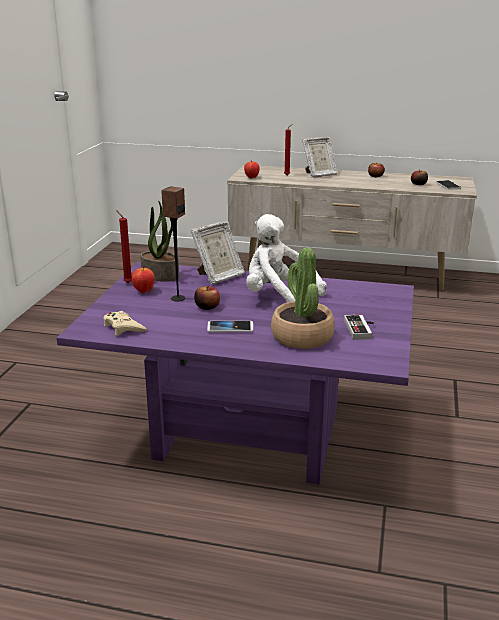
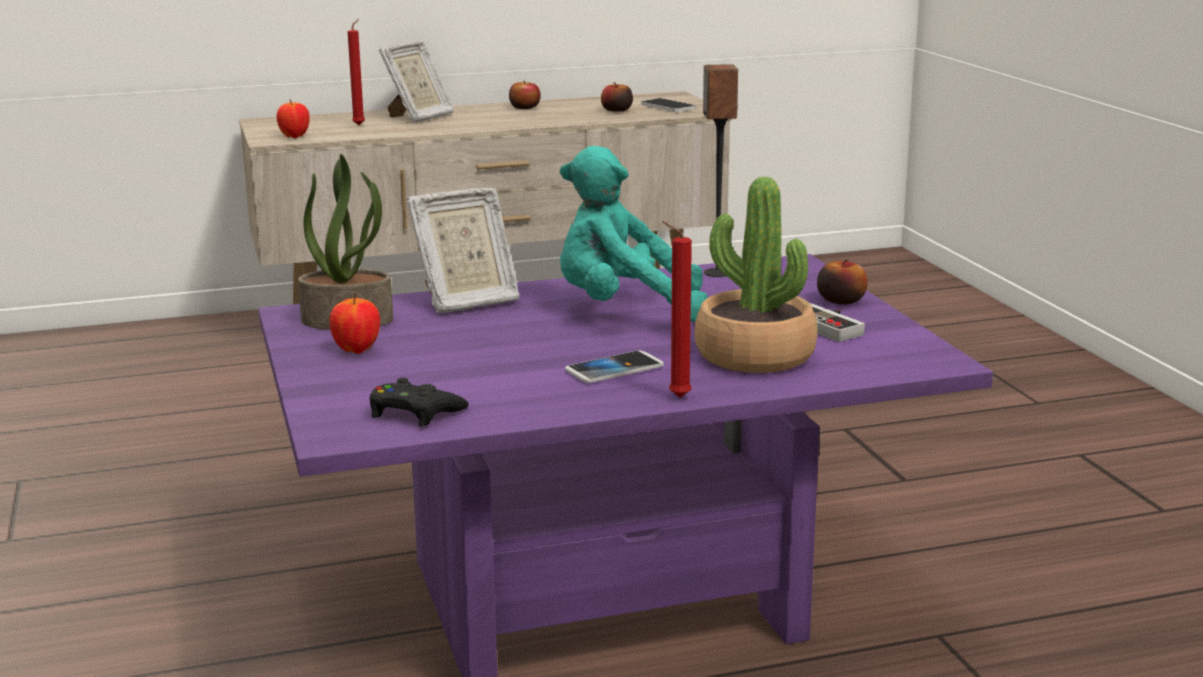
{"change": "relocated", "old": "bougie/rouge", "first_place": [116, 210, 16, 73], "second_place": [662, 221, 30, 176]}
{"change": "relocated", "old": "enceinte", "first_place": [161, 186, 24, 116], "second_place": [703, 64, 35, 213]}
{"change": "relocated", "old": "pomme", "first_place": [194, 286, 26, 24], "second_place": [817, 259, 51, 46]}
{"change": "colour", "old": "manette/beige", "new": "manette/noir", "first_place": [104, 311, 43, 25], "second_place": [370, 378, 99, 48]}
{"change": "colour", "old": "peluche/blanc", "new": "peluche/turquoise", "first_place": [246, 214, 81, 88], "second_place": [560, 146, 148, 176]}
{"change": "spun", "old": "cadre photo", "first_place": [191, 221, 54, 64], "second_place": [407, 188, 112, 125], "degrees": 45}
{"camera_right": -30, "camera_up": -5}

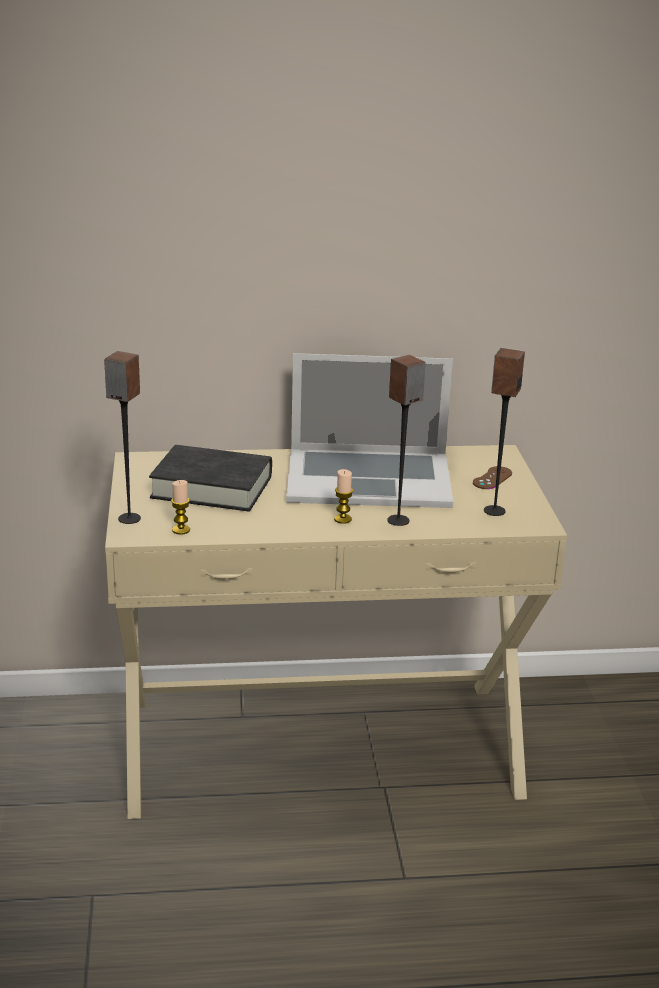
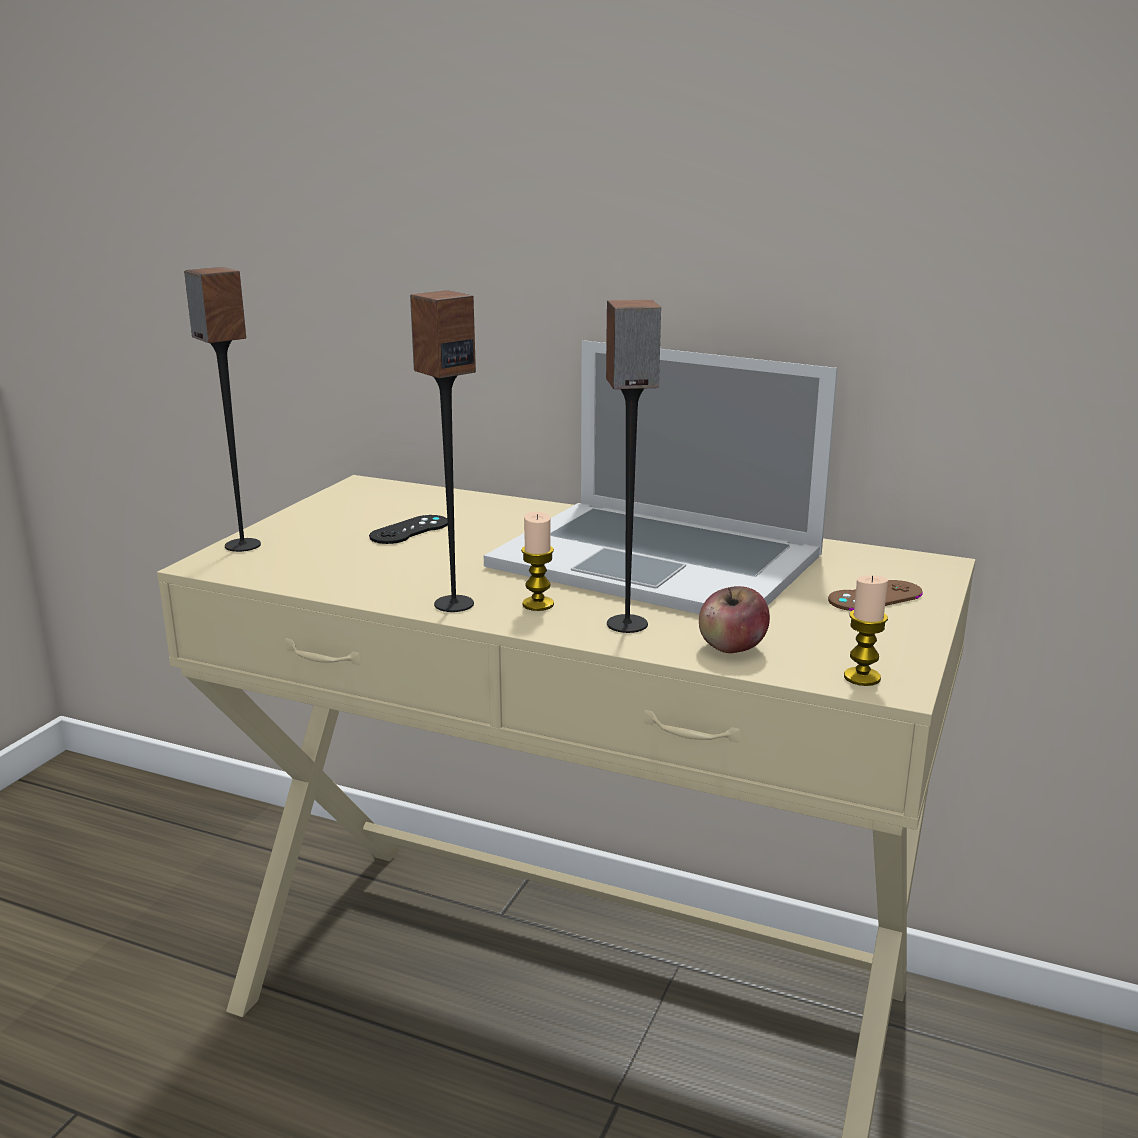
{"change": "appeared", "new": "pomme", "second_place": [699, 586, 71, 67]}
{"change": "relocated", "old": "bougie", "first_place": [171, 480, 19, 55], "second_place": [844, 575, 44, 111]}
{"change": "relocated", "old": "enceinte", "first_place": [484, 348, 41, 168], "second_place": [410, 290, 66, 322]}
{"change": "exchanged", "old": "livre/noir", "new": "manette/noir", "first_place": [149, 445, 123, 67], "second_place": [369, 515, 79, 29]}
{"camera_right": 30, "camera_up": -5}

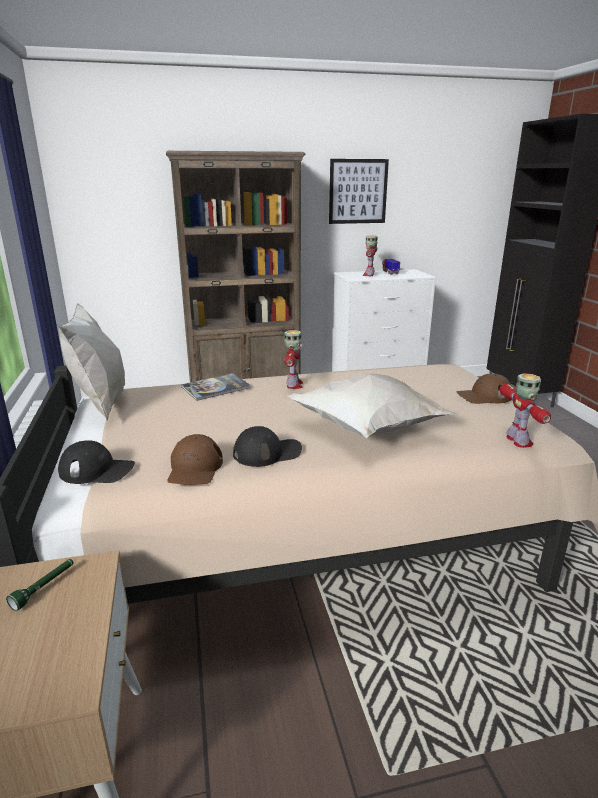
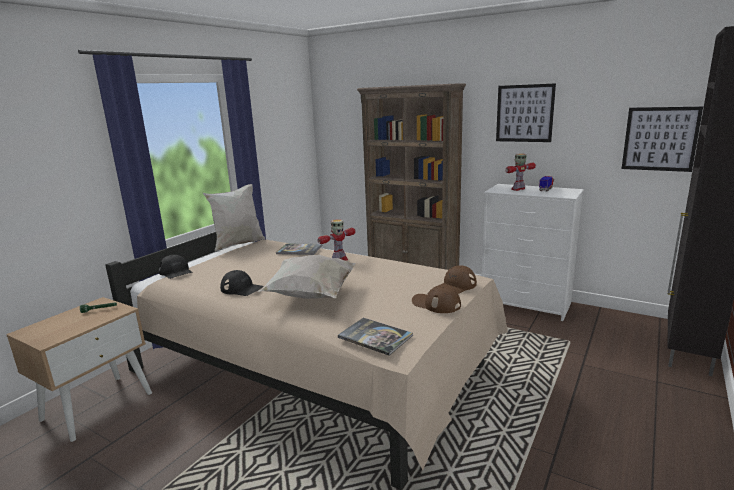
{"change": "appeared", "new": "tableau", "second_place": [622, 107, 81, 65]}
{"change": "relocated", "old": "casquette/marron", "first_place": [167, 434, 56, 50], "second_place": [440, 265, 37, 29]}
{"change": "exchanged", "old": "robot jouet", "new": "livre", "first_place": [500, 373, 51, 75], "second_place": [338, 318, 75, 38]}
{"camera_right": 45, "camera_up": -5}

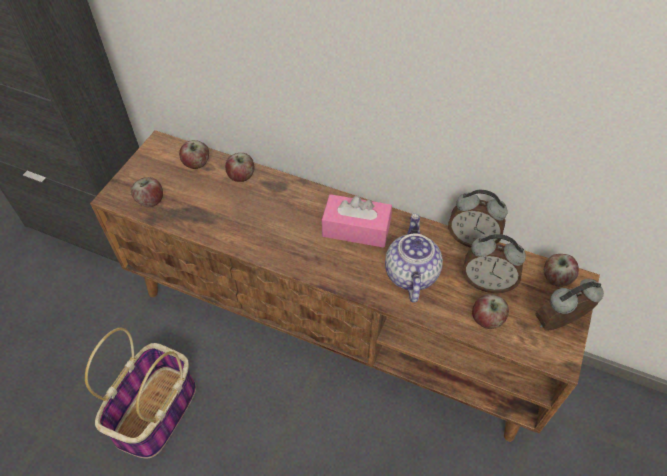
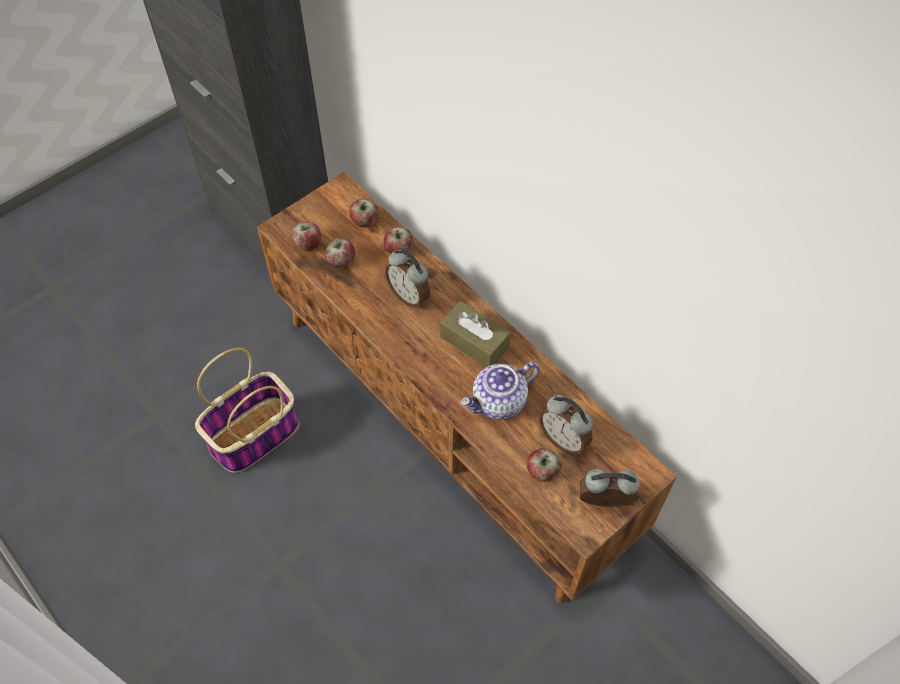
{"change": "relocated", "old": "réveil", "first_place": [448, 190, 60, 58], "second_place": [385, 250, 45, 58]}
{"change": "relocated", "old": "pomme", "first_place": [544, 254, 35, 33], "second_place": [325, 238, 30, 29]}
{"change": "colour", "old": "boîte à mouchoirs/rose", "new": "boîte à mouchoirs/marron", "first_place": [322, 194, 70, 54], "second_place": [440, 301, 71, 66]}
{"change": "spun", "old": "théière", "first_place": [385, 213, 58, 89], "second_place": [460, 362, 80, 58], "degrees": -150}
{"camera_right": 25, "camera_up": 5}

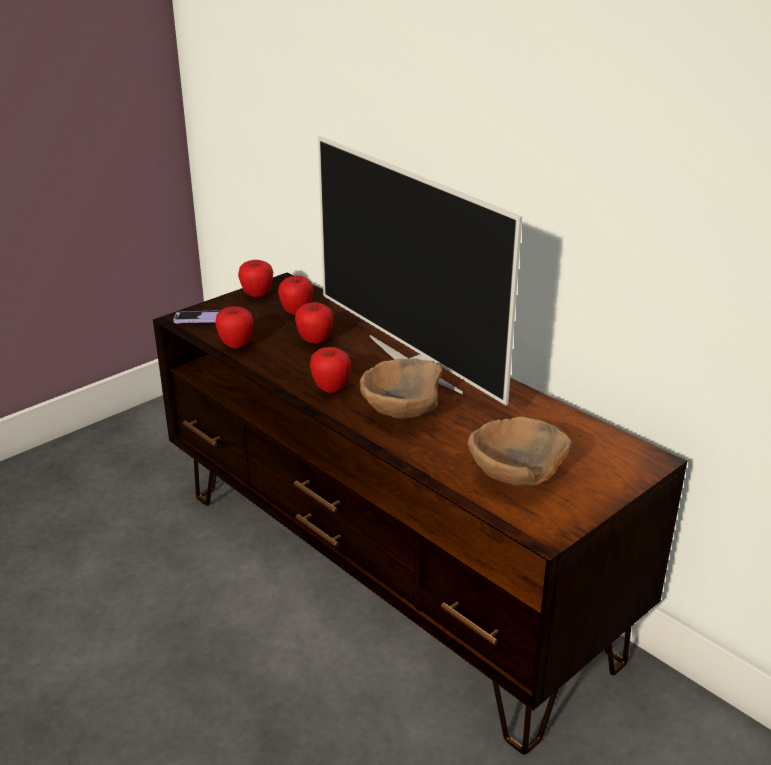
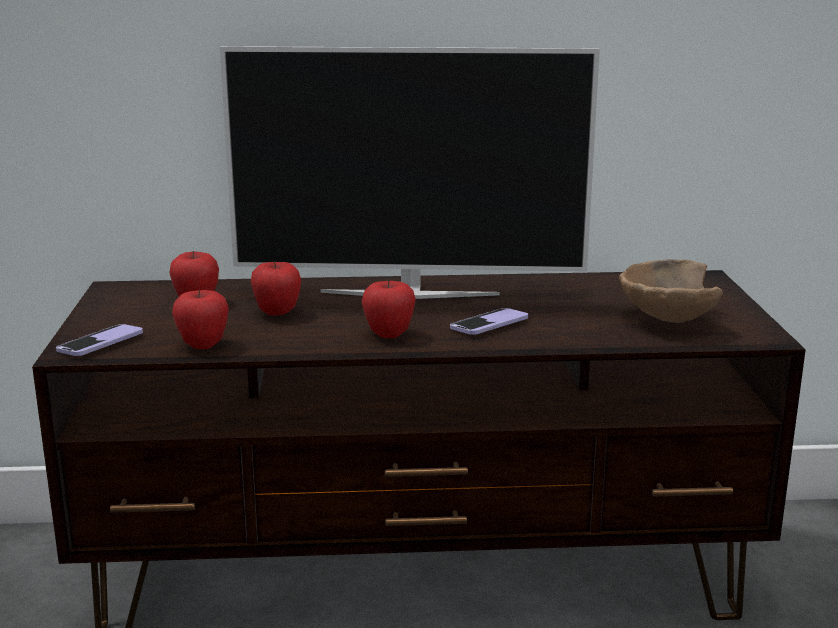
{"change": "missing", "old": "pomme", "first_place": [238, 260, 35, 37]}
{"change": "exchanged", "old": "bol/marron", "new": "téléphone", "first_place": [360, 359, 82, 60], "second_place": [450, 308, 78, 27]}
{"camera_right": -50, "camera_up": -10}

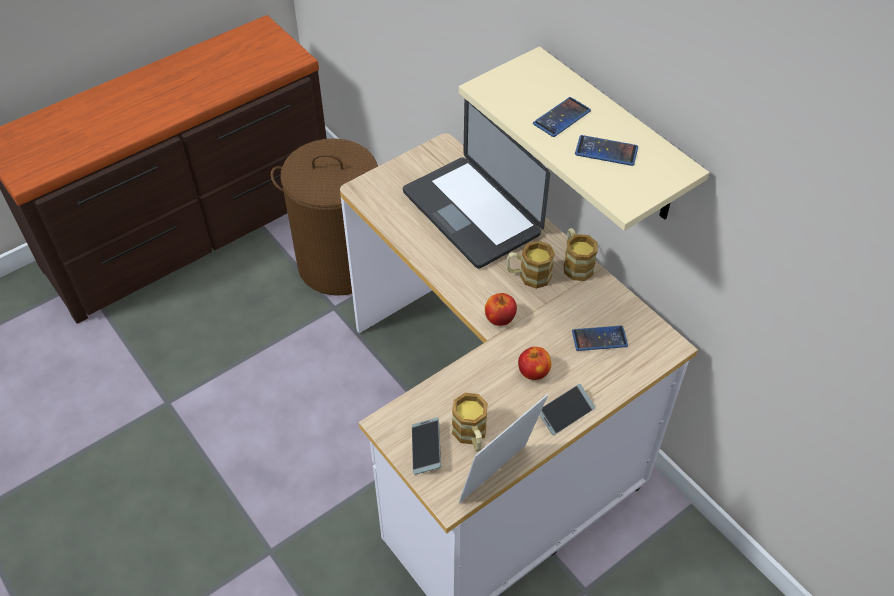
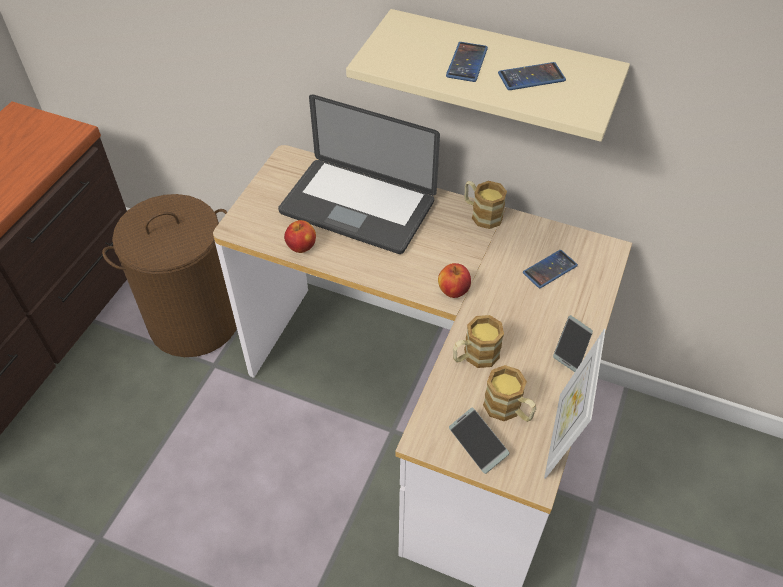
{"change": "relocated", "old": "mug", "first_place": [507, 241, 48, 48], "second_place": [453, 315, 51, 53]}
{"change": "relocated", "old": "pomme", "first_place": [518, 347, 33, 33], "second_place": [284, 220, 32, 33]}
{"camera_right": -30, "camera_up": 0}

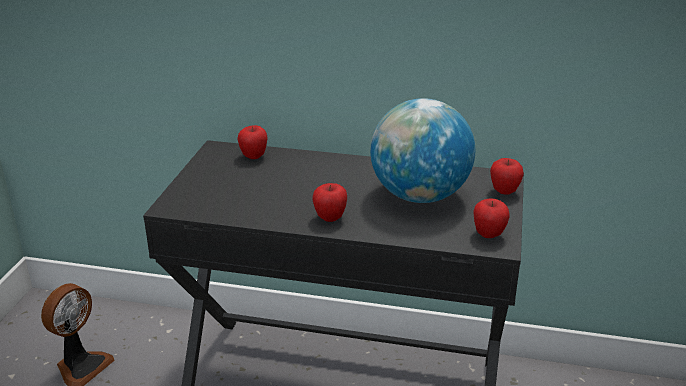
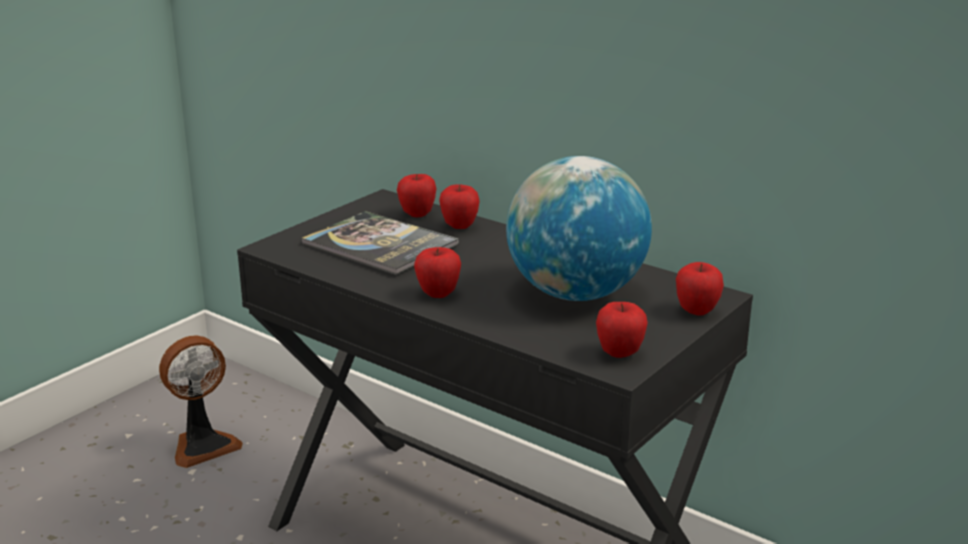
{"change": "appeared", "new": "livre", "second_place": [302, 211, 157, 64]}
{"change": "appeared", "new": "pomme", "second_place": [439, 184, 41, 45]}
{"camera_right": 25, "camera_up": -5}

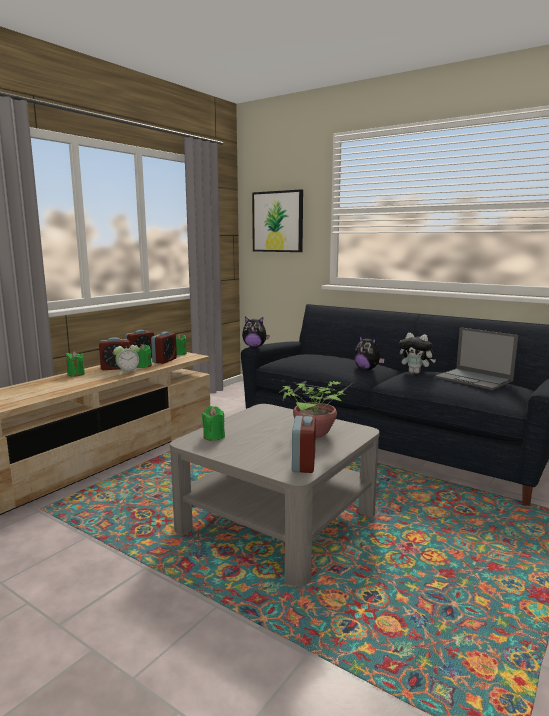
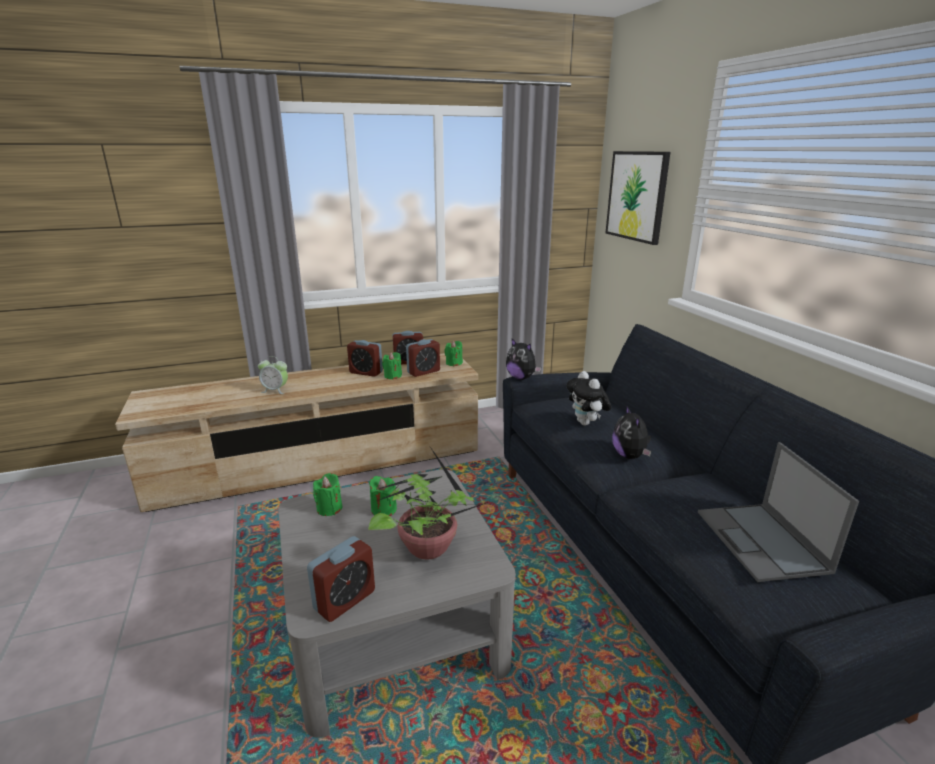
{"change": "relocated", "old": "bougie/vert", "first_place": [66, 351, 19, 25], "second_place": [369, 476, 28, 40]}
{"change": "relocated", "old": "réveil", "first_place": [113, 341, 27, 34], "second_place": [258, 356, 30, 38]}
{"change": "relocated", "old": "peluche", "first_place": [399, 333, 37, 41], "second_place": [566, 371, 45, 54]}
{"camera_right": 35, "camera_up": 10}

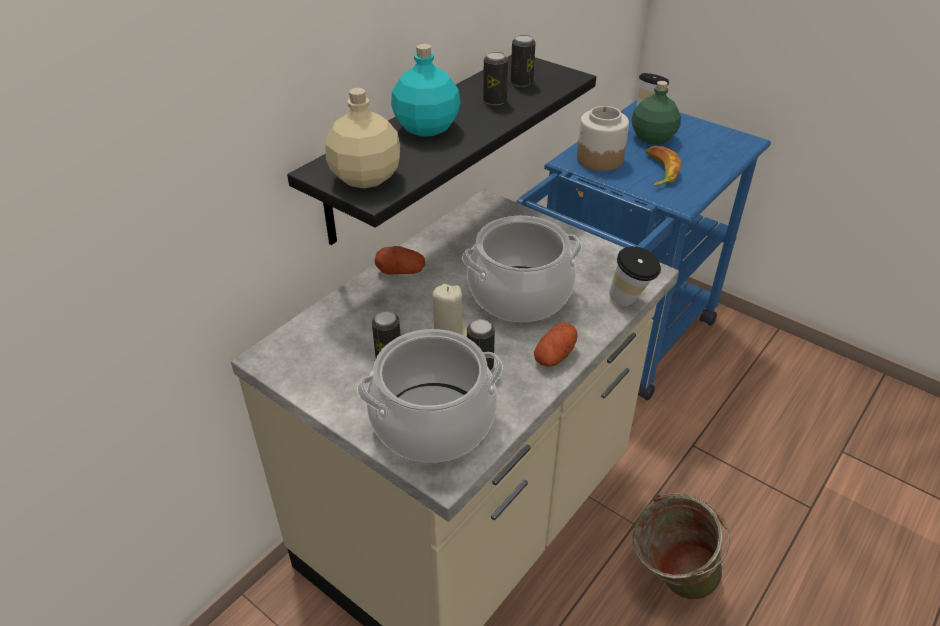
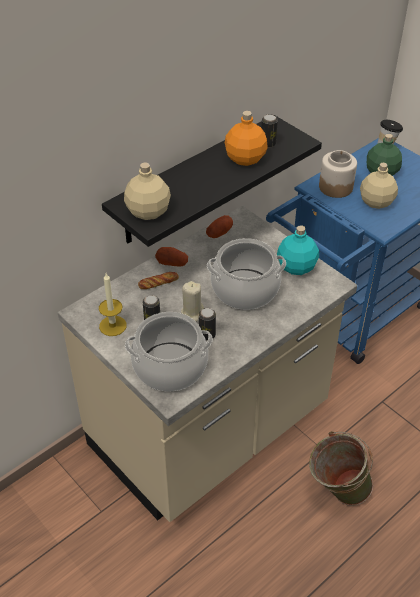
{"change": "missing", "old": "tasse", "first_place": [609, 246, 52, 60]}
{"change": "appeared", "new": "bougie", "second_place": [99, 273, 28, 63]}
{"change": "appeared", "new": "pain", "second_place": [138, 272, 41, 17]}
{"change": "relocated", "old": "bouteille/turquoise", "first_place": [391, 44, 69, 93], "second_place": [277, 225, 42, 50]}
{"change": "relocated", "old": "pomme de terre", "first_place": [534, 322, 44, 45], "second_place": [206, 215, 27, 23]}
{"change": "exchanged", "old": "boîte métallique", "new": "bouteille/orange", "first_place": [483, 52, 25, 54], "second_place": [225, 111, 43, 55]}
{"change": "exchanged", "old": "banane", "new": "bouteille/beige", "first_place": [646, 146, 35, 41], "second_place": [360, 163, 38, 46]}
{"camera_right": 10, "camera_up": 5}

